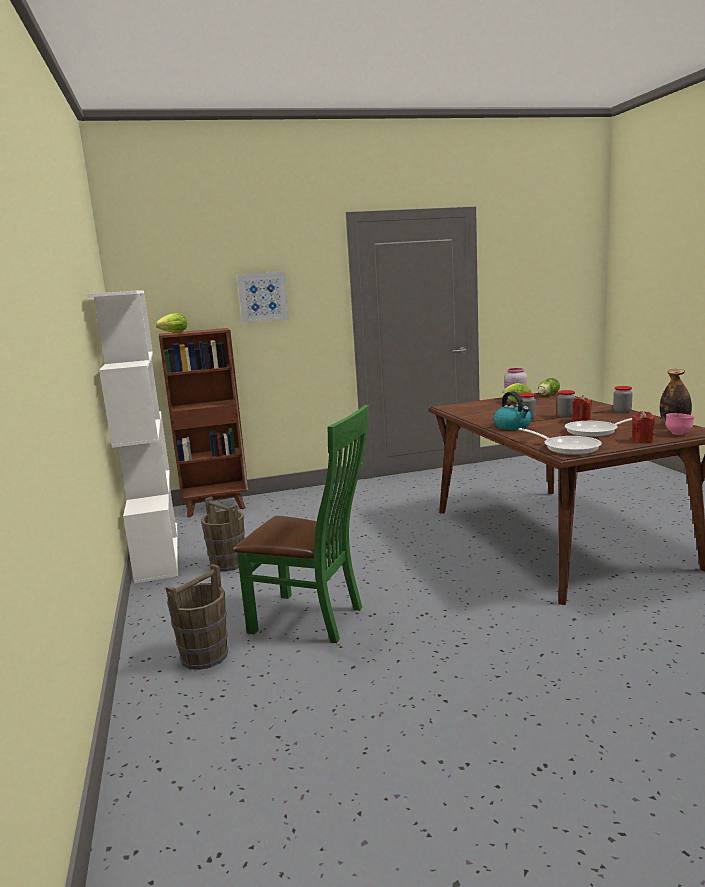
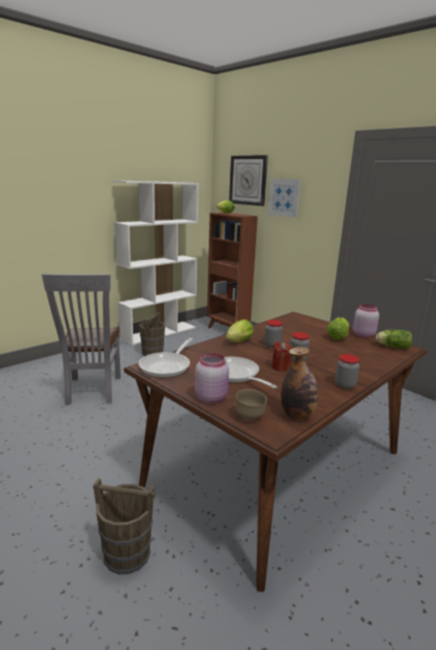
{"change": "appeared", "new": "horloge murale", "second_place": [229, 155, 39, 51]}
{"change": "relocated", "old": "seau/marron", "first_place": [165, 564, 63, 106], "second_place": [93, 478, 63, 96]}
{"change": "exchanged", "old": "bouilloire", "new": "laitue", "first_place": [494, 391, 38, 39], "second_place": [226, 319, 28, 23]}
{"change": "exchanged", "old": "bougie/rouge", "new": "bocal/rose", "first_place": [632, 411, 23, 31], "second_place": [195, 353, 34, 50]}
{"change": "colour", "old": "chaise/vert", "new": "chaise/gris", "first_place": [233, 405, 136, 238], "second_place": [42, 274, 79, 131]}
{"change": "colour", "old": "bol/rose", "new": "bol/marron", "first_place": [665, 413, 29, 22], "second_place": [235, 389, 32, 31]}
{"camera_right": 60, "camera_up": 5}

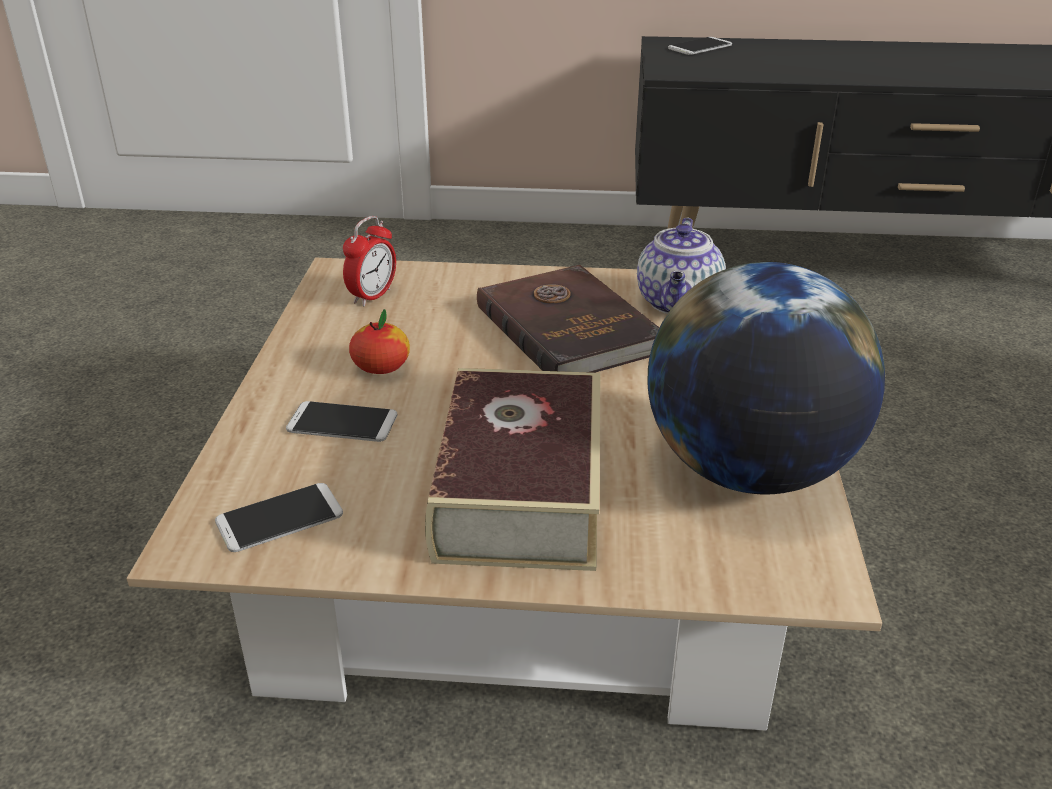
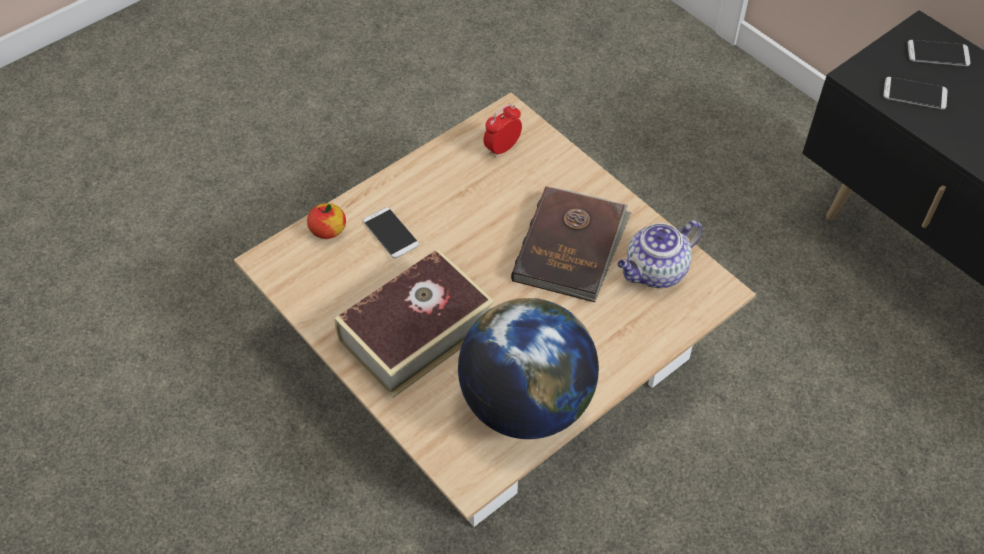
{"change": "relocated", "old": "téléphone", "first_place": [215, 483, 128, 69], "second_place": [883, 77, 65, 32]}
{"change": "relocated", "old": "pomme", "first_place": [349, 309, 61, 65], "second_place": [307, 203, 39, 36]}
{"change": "spun", "old": "réveil", "first_place": [343, 216, 53, 90], "second_place": [483, 104, 39, 54], "degrees": 150}
{"camera_right": 45, "camera_up": 20}

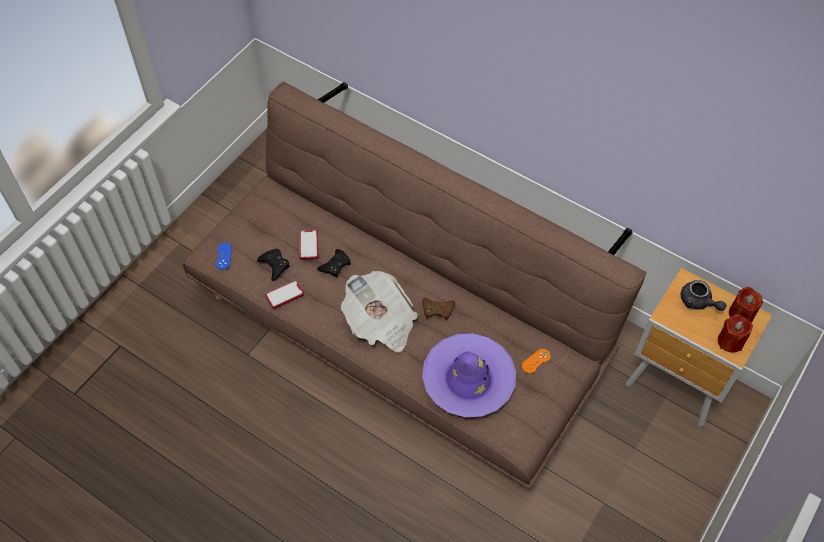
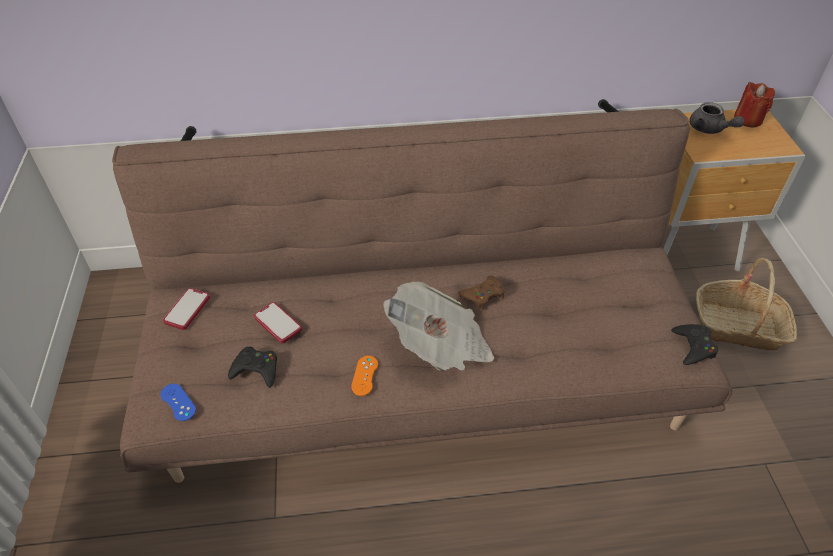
{"change": "missing", "old": "chapeau/violet", "first_place": [422, 333, 94, 84]}
{"change": "missing", "old": "bougie/rouge", "first_place": [718, 314, 35, 39]}
{"change": "appeared", "new": "panier", "second_place": [696, 258, 101, 93]}
{"change": "relocated", "old": "téléphone", "first_place": [265, 280, 39, 29], "second_place": [163, 288, 47, 42]}
{"change": "relocated", "old": "manette/noir", "first_place": [317, 249, 34, 29], "second_place": [671, 324, 47, 41]}
{"change": "relocated", "old": "manette/orange", "first_place": [522, 349, 29, 24], "second_place": [351, 356, 27, 40]}
{"change": "spun", "old": "théière/gris", "first_place": [681, 280, 45, 31], "second_place": [689, 102, 56, 32], "degrees": 45}
{"camera_right": -40, "camera_up": -10}

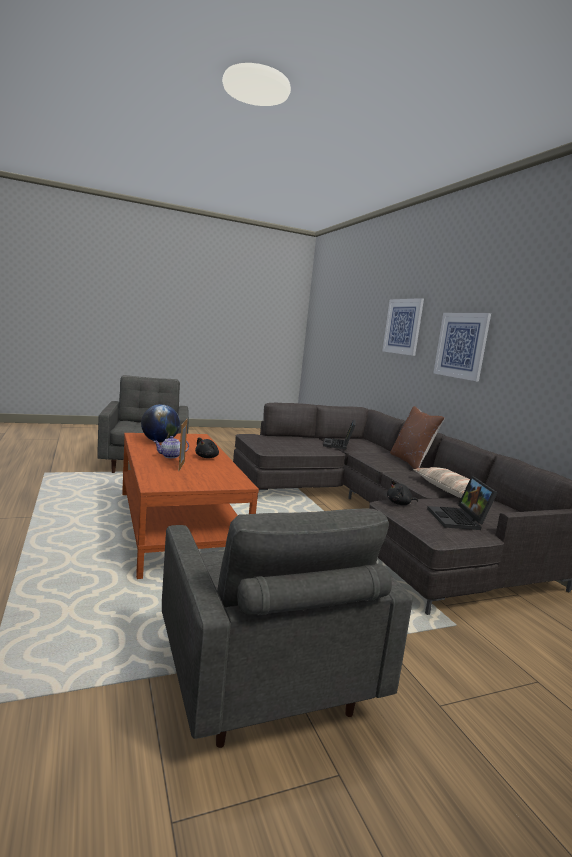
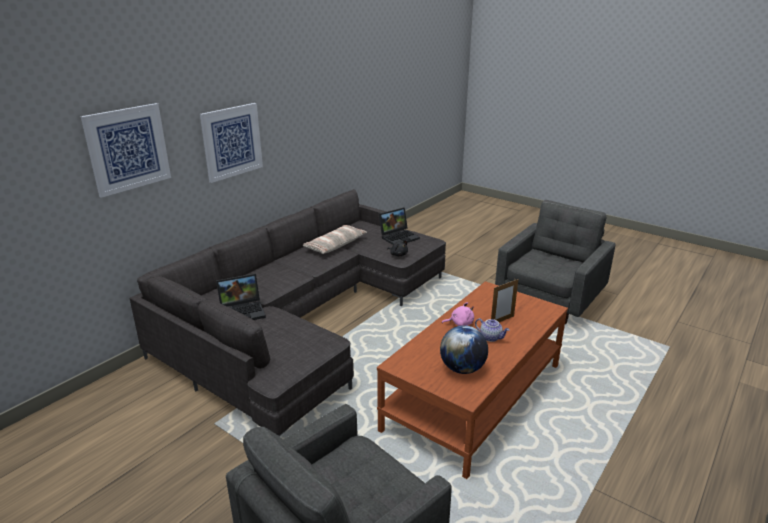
{"change": "missing", "old": "coussin/marron", "first_place": [390, 406, 55, 63]}
{"change": "colour", "old": "peluche/noir", "new": "peluche/rose", "first_place": [195, 437, 24, 21], "second_place": [442, 302, 32, 24]}
{"camera_right": -120, "camera_up": 15}

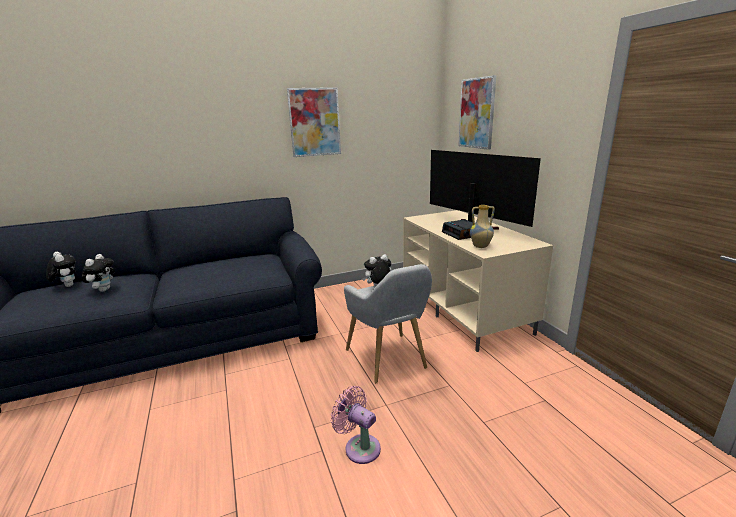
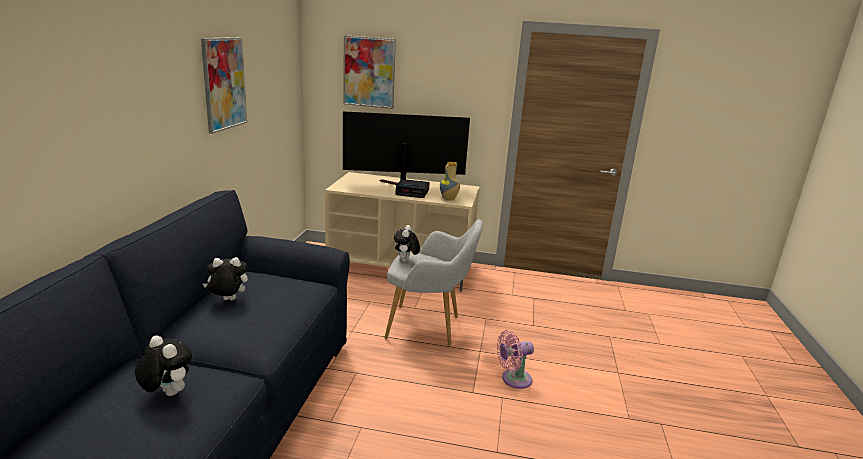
{"change": "relocated", "old": "peluche", "first_place": [46, 252, 30, 35], "second_place": [203, 257, 45, 43]}
{"camera_right": -60, "camera_up": 0}

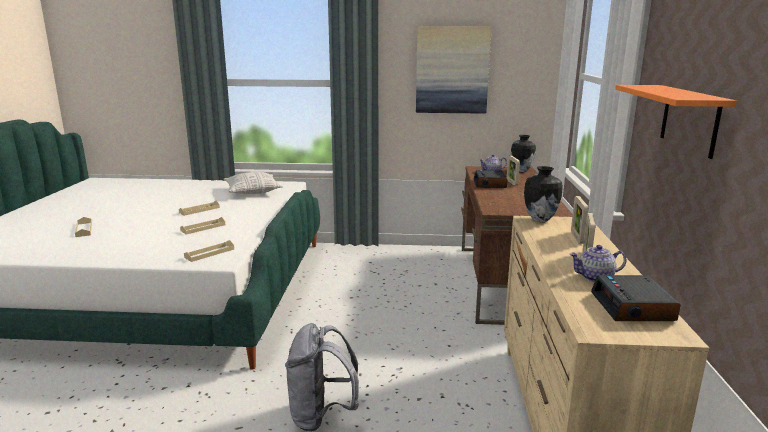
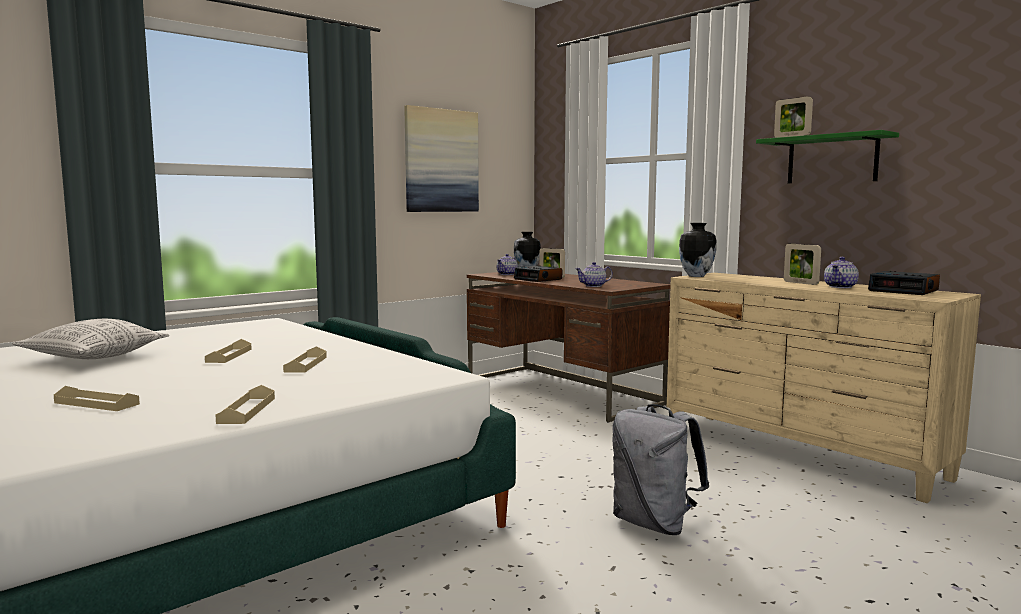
{"change": "appeared", "new": "théière", "second_place": [575, 262, 38, 25]}
{"change": "relocated", "old": "plateau/beige", "first_place": [184, 240, 50, 22], "second_place": [216, 385, 59, 39]}
{"change": "relocated", "old": "coussin", "first_place": [224, 172, 59, 22], "second_place": [12, 319, 157, 40]}
{"change": "relocated", "old": "cadre photo", "first_place": [571, 196, 17, 48], "second_place": [774, 96, 39, 42]}
{"change": "colour", "old": "étagère/orange", "new": "étagère/vert", "first_place": [615, 85, 122, 74], "second_place": [756, 130, 143, 53]}
{"camera_right": -45, "camera_up": -10}

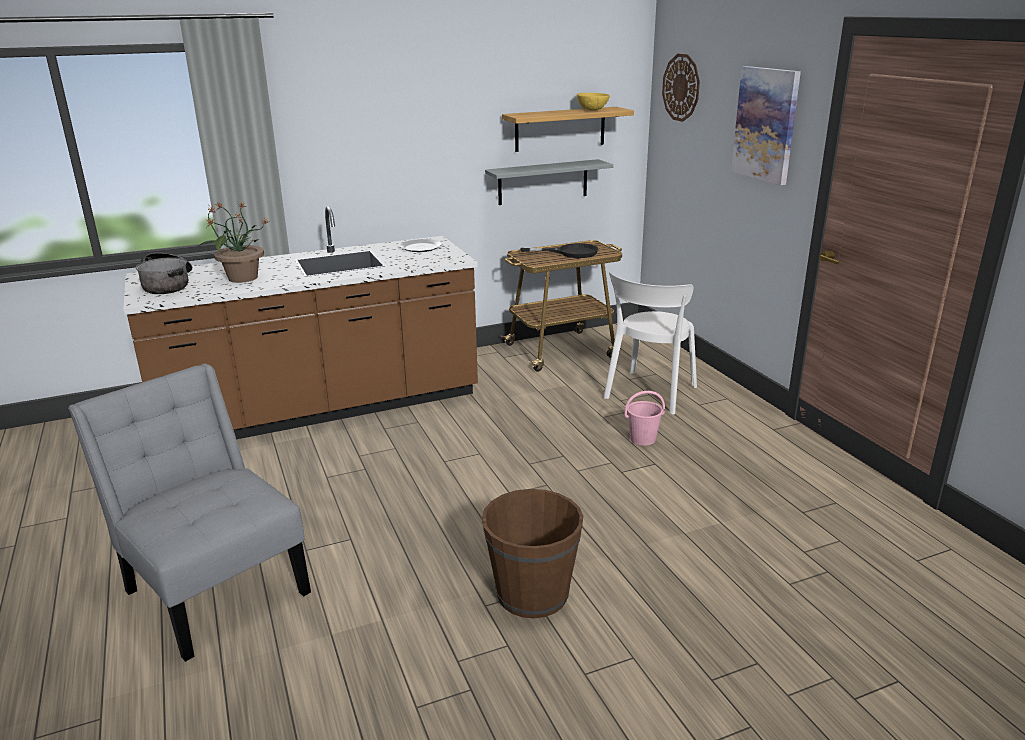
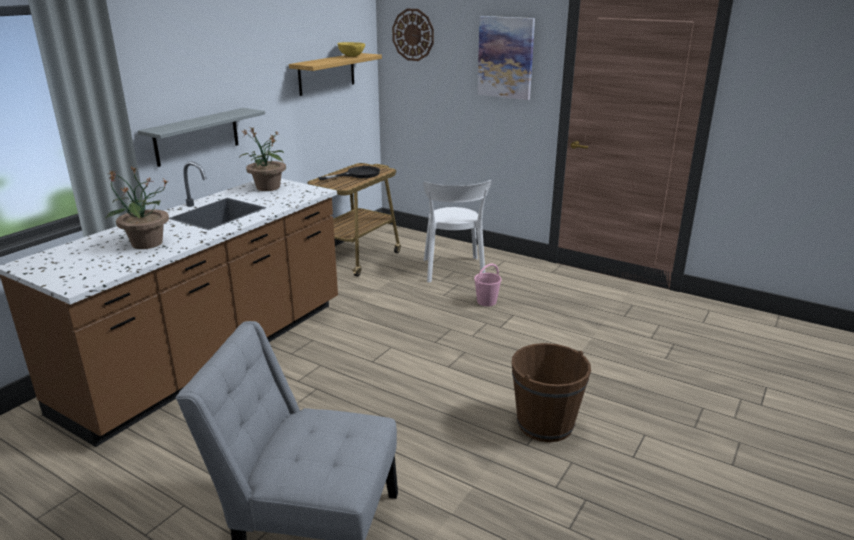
{"change": "missing", "old": "marmite", "first_place": [136, 253, 56, 41]}
{"change": "relocated", "old": "étagère/gris", "first_place": [485, 159, 128, 46], "second_place": [138, 108, 127, 59]}
{"change": "exchanged", "old": "assiette", "new": "plante en pot", "first_place": [399, 239, 43, 13], "second_place": [239, 127, 47, 64]}
{"camera_right": -35, "camera_up": 0}

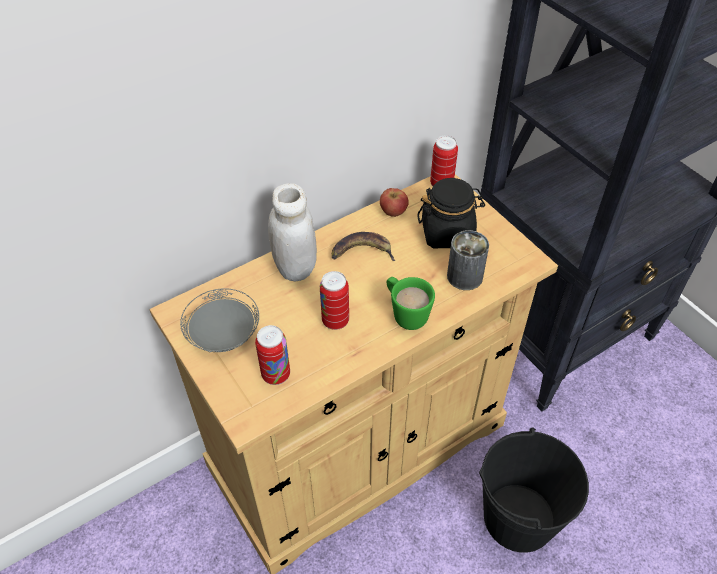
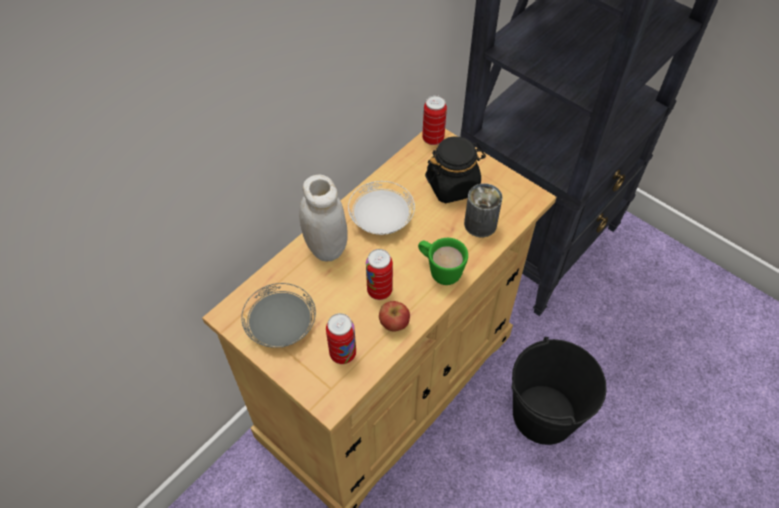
{"change": "relocated", "old": "pomme", "first_place": [380, 188, 29, 29], "second_place": [379, 301, 31, 30]}
{"change": "exchanged", "old": "banane", "new": "assiette/blanc", "first_place": [332, 232, 63, 29], "second_place": [348, 181, 67, 54]}
{"camera_right": -15, "camera_up": 5}

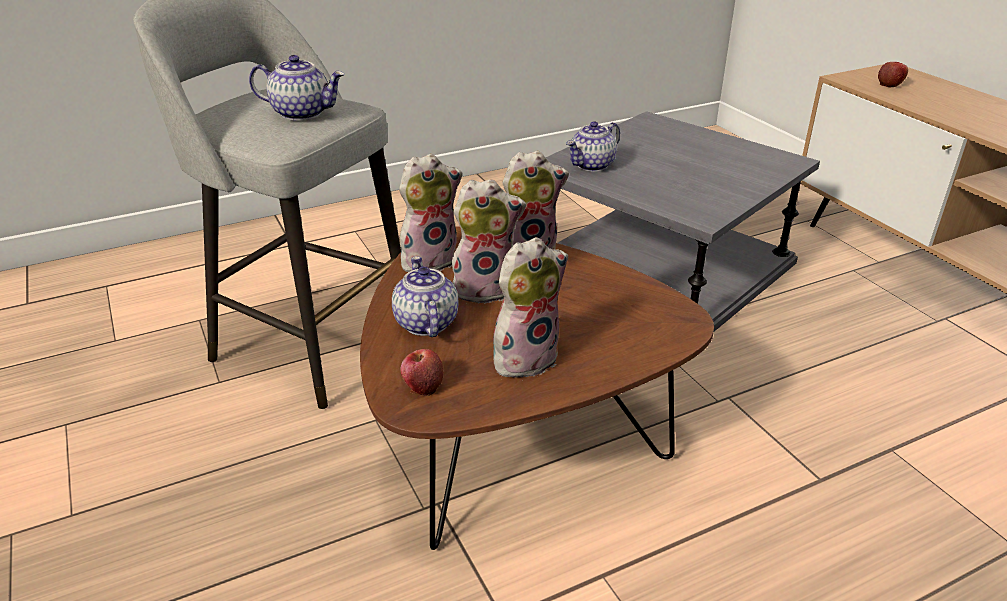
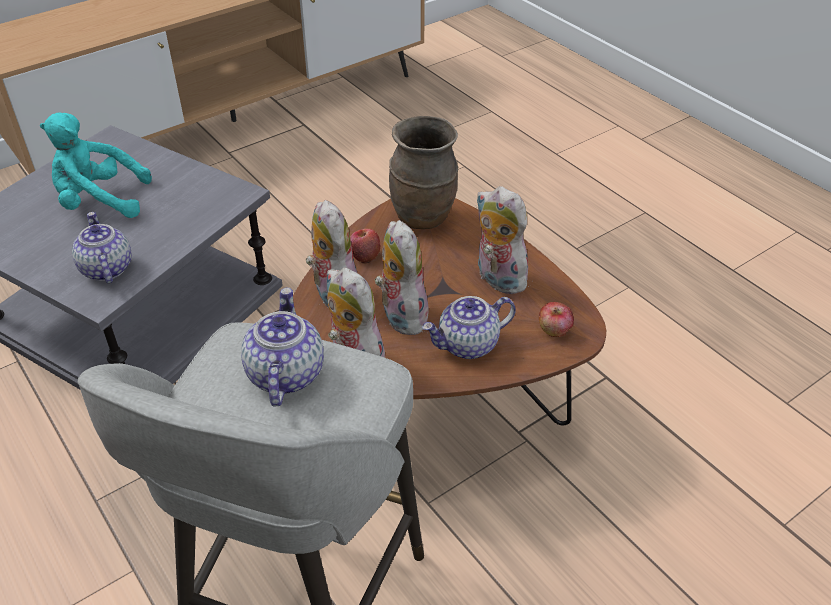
{"change": "appeared", "new": "peluche/turquoise", "second_place": [40, 112, 112, 106]}
{"change": "appeared", "new": "vase/marron", "second_place": [389, 116, 69, 113]}
{"change": "relocated", "old": "pomme", "first_place": [878, 62, 30, 25], "second_place": [350, 229, 30, 35]}
{"change": "spun", "old": "théière", "first_place": [566, 121, 54, 51], "second_place": [72, 212, 60, 72], "degrees": -150}
{"camera_right": -100, "camera_up": 10}

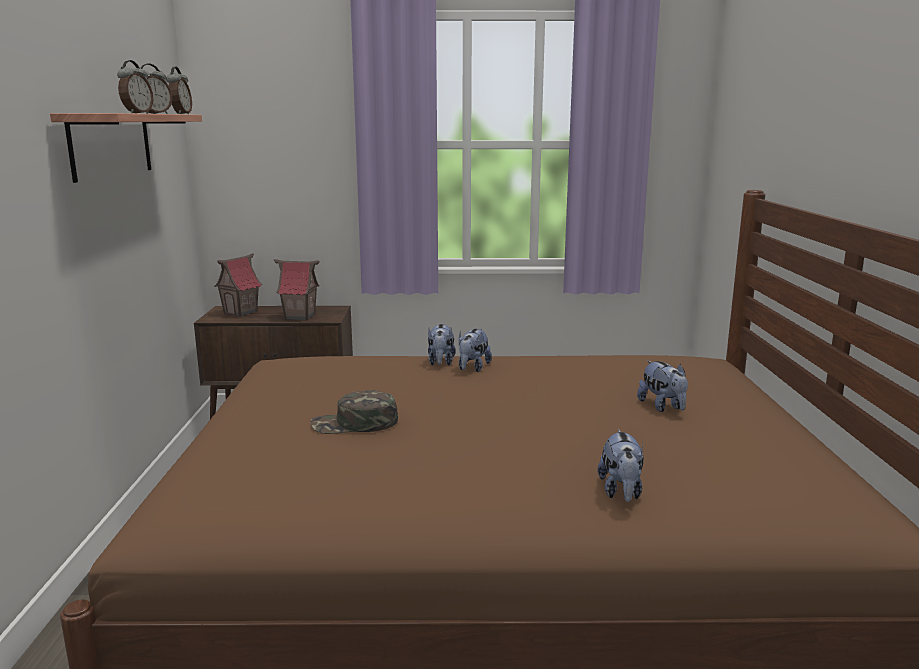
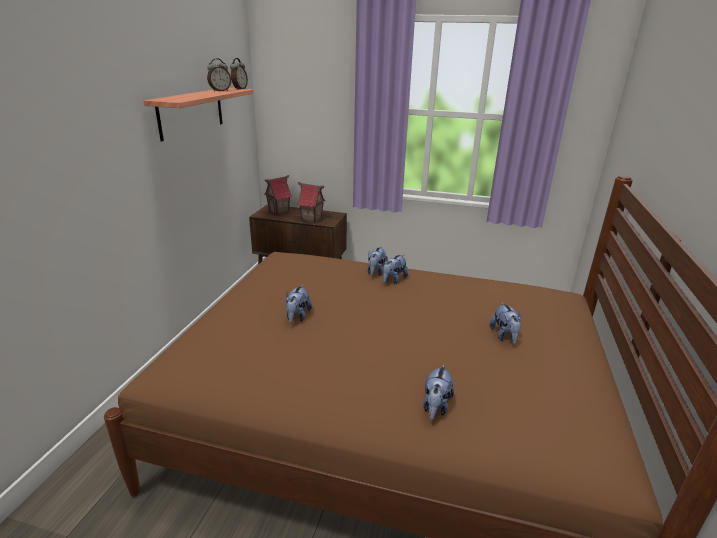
{"change": "missing", "old": "réveil", "first_place": [117, 60, 36, 53]}
{"change": "exchanged", "old": "casquette/vert", "new": "peluche", "first_place": [310, 390, 88, 44], "second_place": [286, 285, 26, 38]}
{"camera_right": 15, "camera_up": 10}

